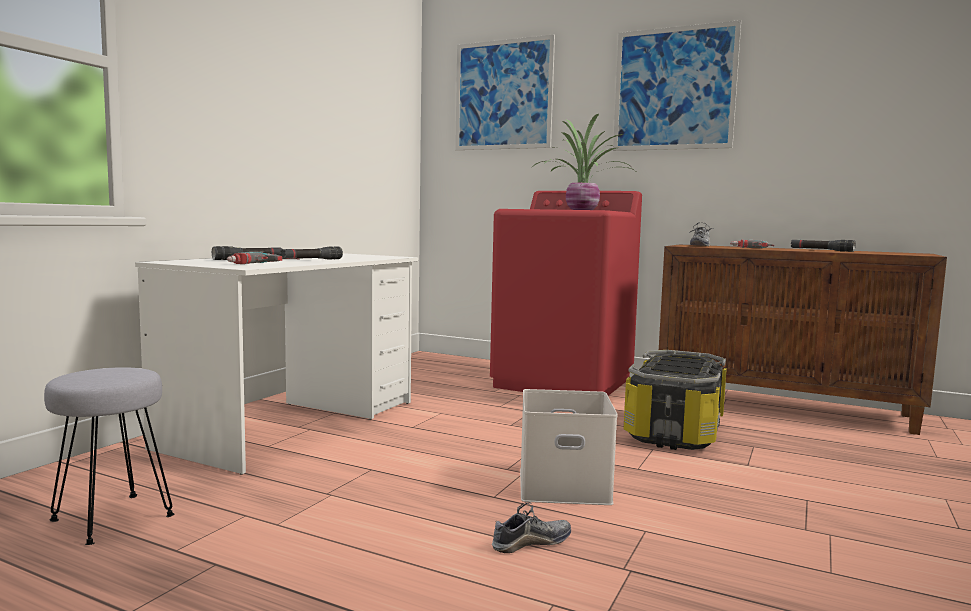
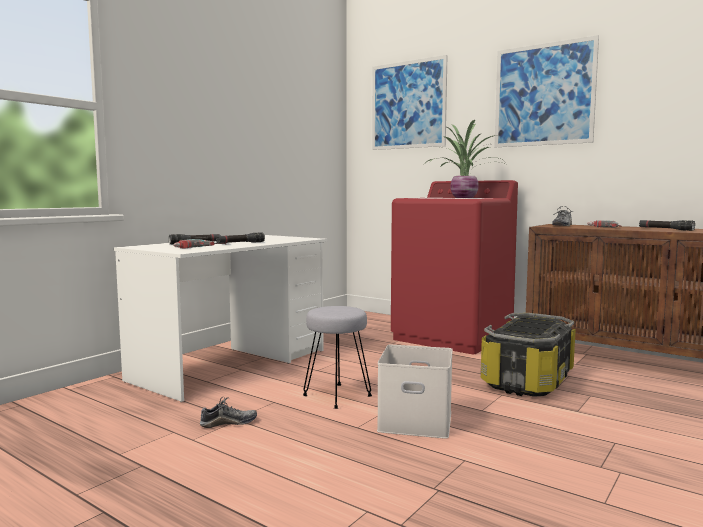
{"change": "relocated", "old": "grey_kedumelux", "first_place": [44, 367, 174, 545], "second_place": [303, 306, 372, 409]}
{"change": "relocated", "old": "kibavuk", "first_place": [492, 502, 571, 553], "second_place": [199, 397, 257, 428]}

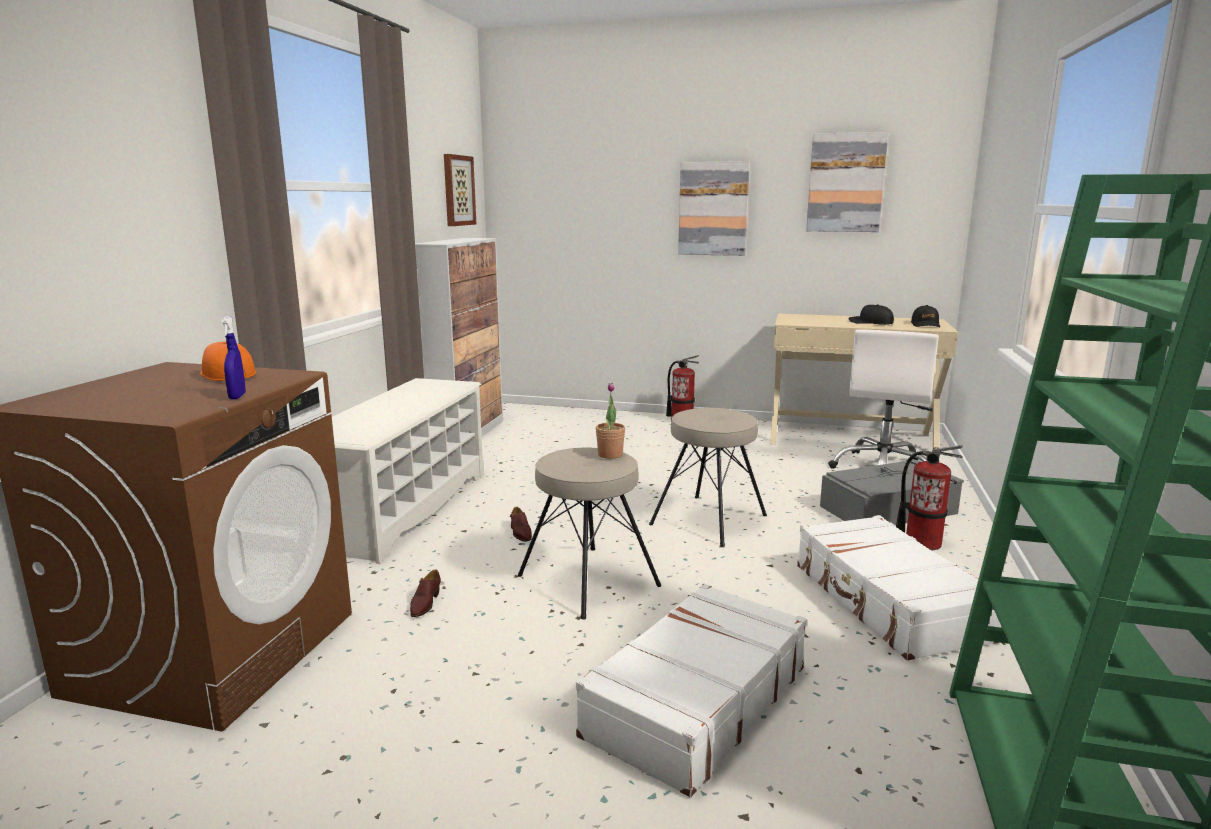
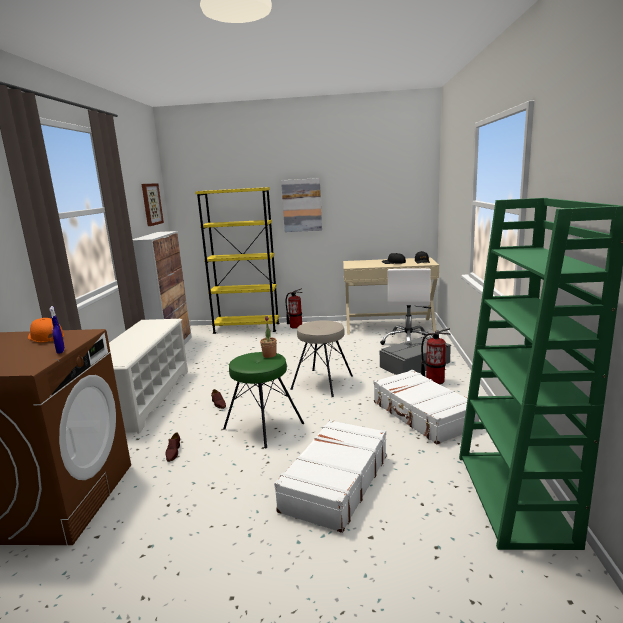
{"change": "colour", "old": "beige_kedumelux", "new": "green_kedumelux", "first_place": [518, 447, 661, 620], "second_place": [223, 352, 304, 448]}
{"change": "missing", "old": "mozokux", "first_place": [806, 132, 889, 232]}
{"change": "appeared", "new": "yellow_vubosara", "second_place": [195, 187, 280, 334]}

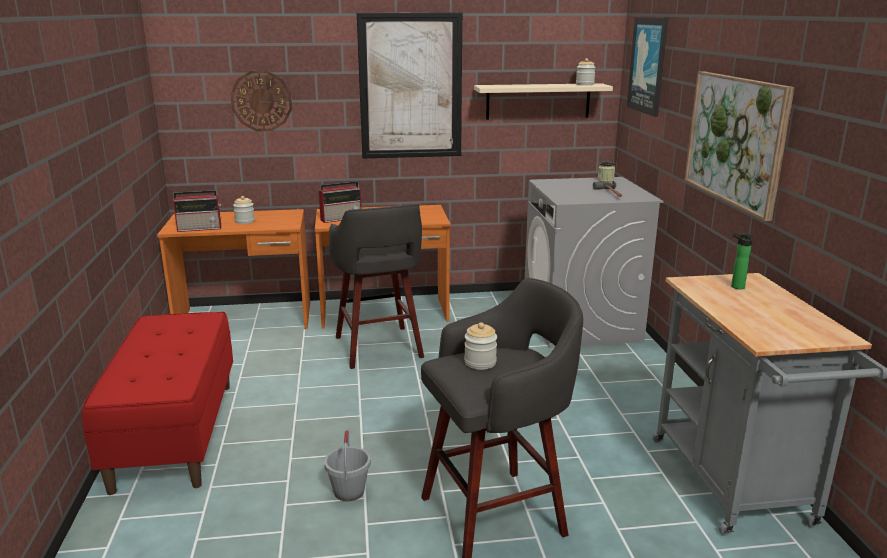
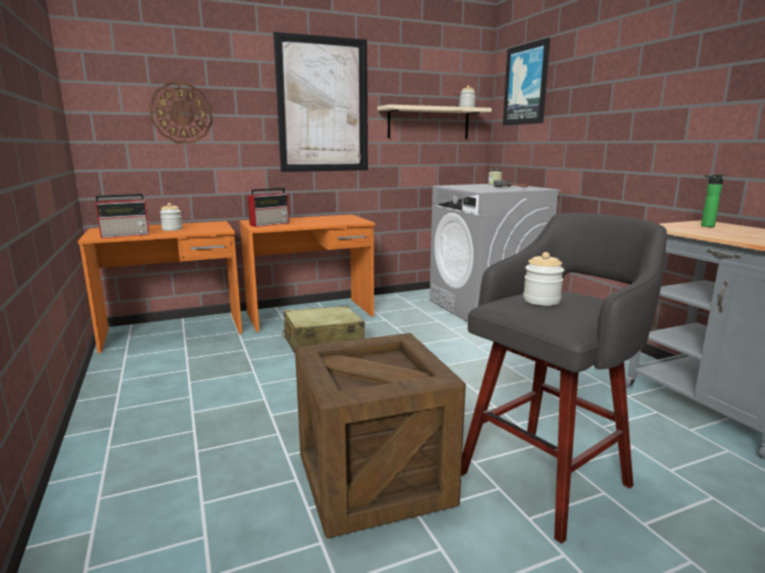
{"change": "missing", "old": "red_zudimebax", "first_place": [82, 312, 233, 495]}
{"change": "exchanged", "old": "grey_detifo", "new": "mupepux", "first_place": [324, 430, 371, 501], "second_place": [295, 333, 466, 538]}
{"change": "exchanged", "old": "grey_kedumelux", "new": "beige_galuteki", "first_place": [329, 204, 424, 369], "second_place": [282, 305, 365, 354]}
{"change": "missing", "old": "mozokux", "first_place": [684, 71, 795, 221]}

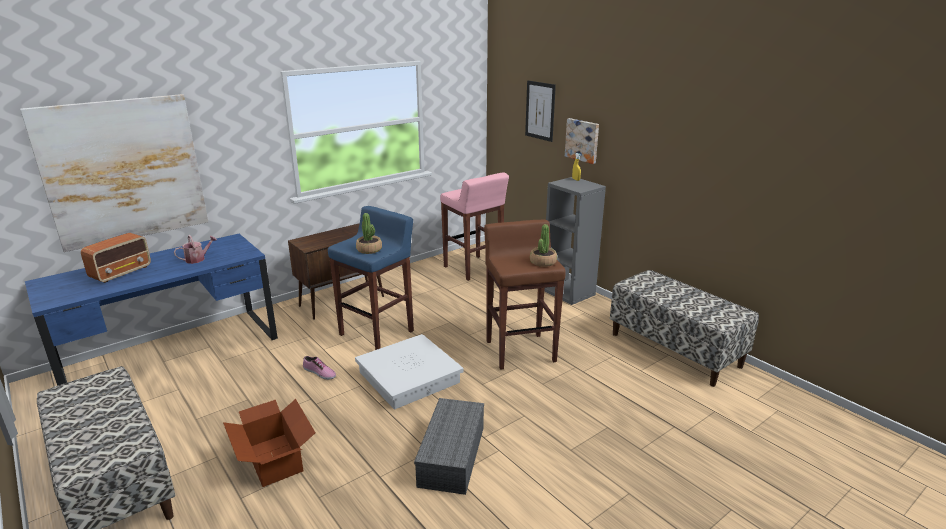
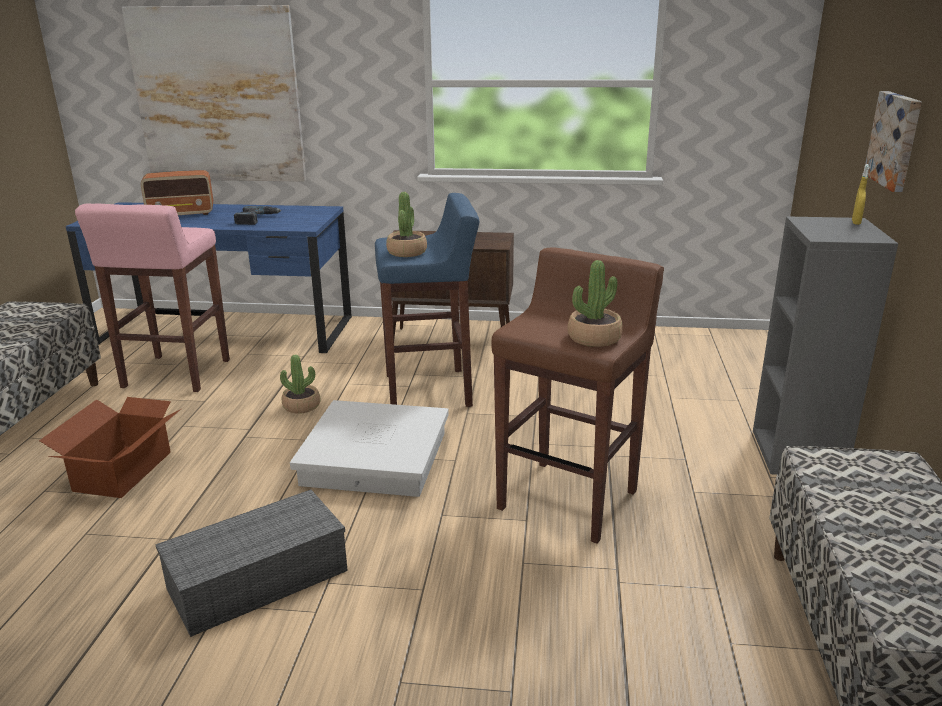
{"change": "exchanged", "old": "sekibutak", "new": "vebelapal", "first_place": [174, 235, 217, 264], "second_place": [234, 206, 282, 225]}
{"change": "exchanged", "old": "kibavuk", "new": "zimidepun", "first_place": [303, 356, 336, 380], "second_place": [280, 355, 320, 414]}
{"change": "relocated", "old": "pink_kedumelux", "first_place": [440, 173, 509, 281], "second_place": [75, 204, 230, 392]}
{"change": "missing", "old": "mozokux", "first_place": [525, 80, 556, 142]}

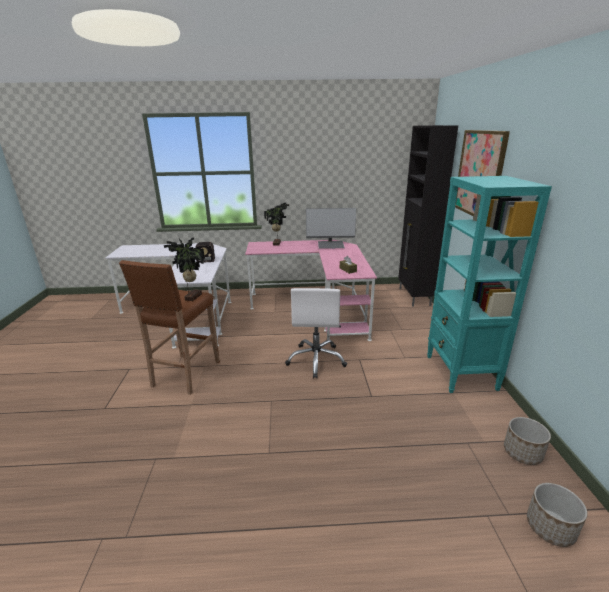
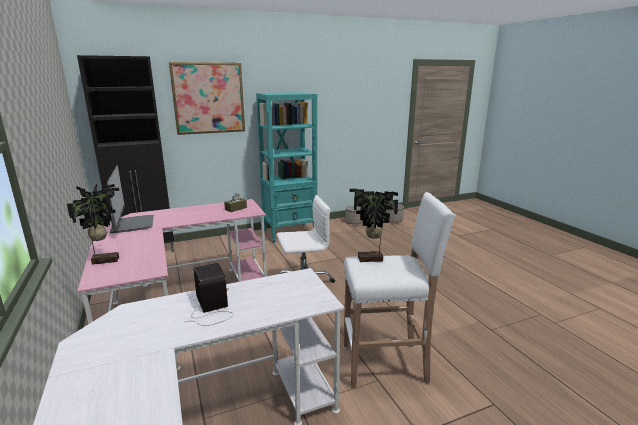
{"change": "colour", "old": "brown_kedumelux", "new": "white_kedumelux", "first_place": [119, 260, 220, 395], "second_place": [344, 192, 456, 388]}

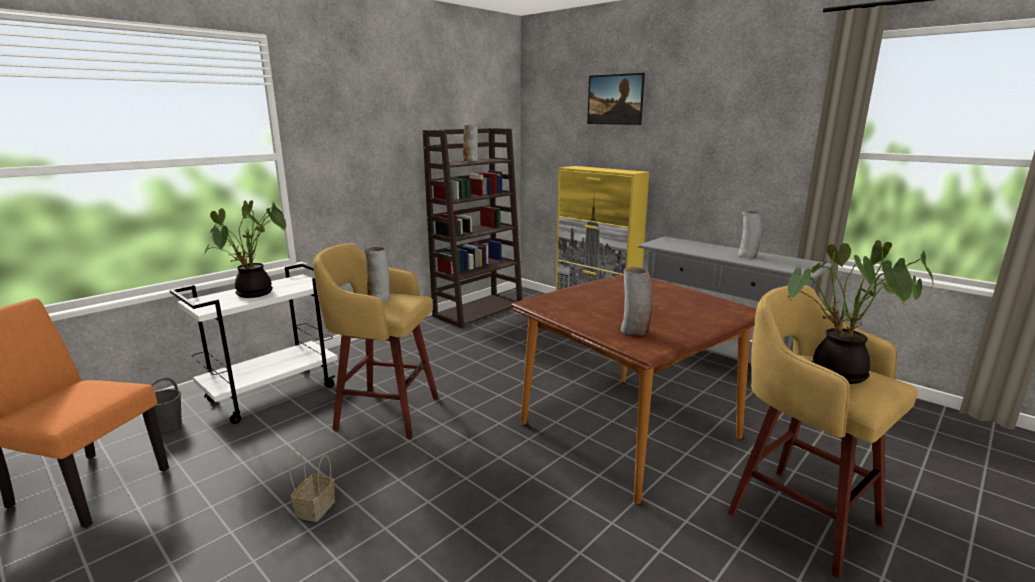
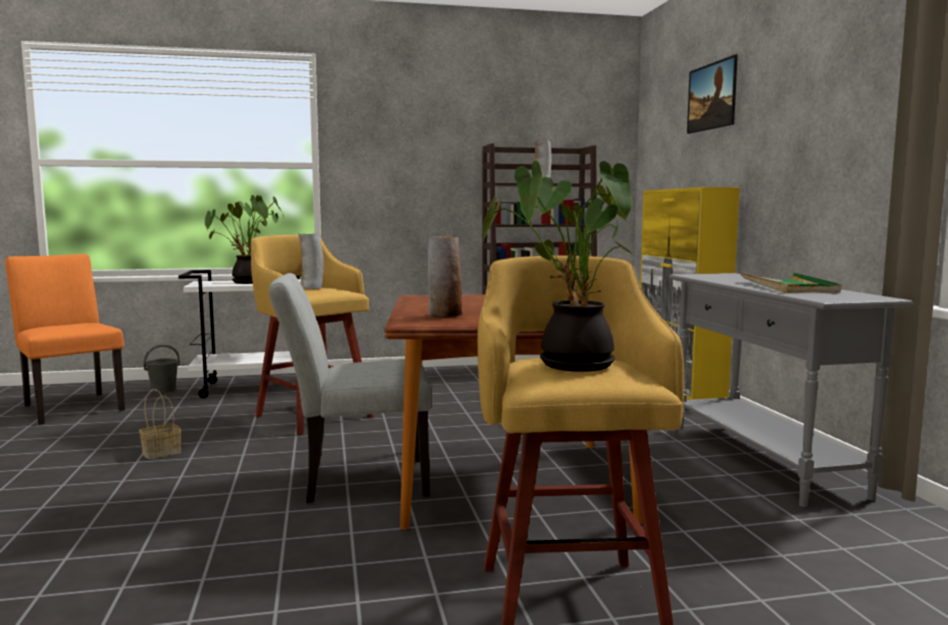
{"change": "exchanged", "old": "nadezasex", "new": "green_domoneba", "first_place": [737, 211, 762, 258], "second_place": [740, 273, 841, 293]}
{"change": "appeared", "new": "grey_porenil", "second_place": [269, 273, 431, 503]}

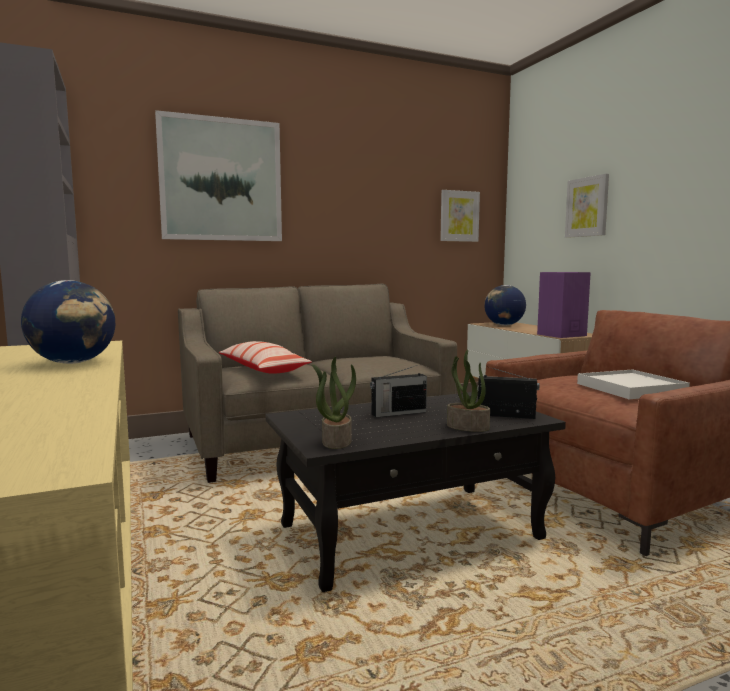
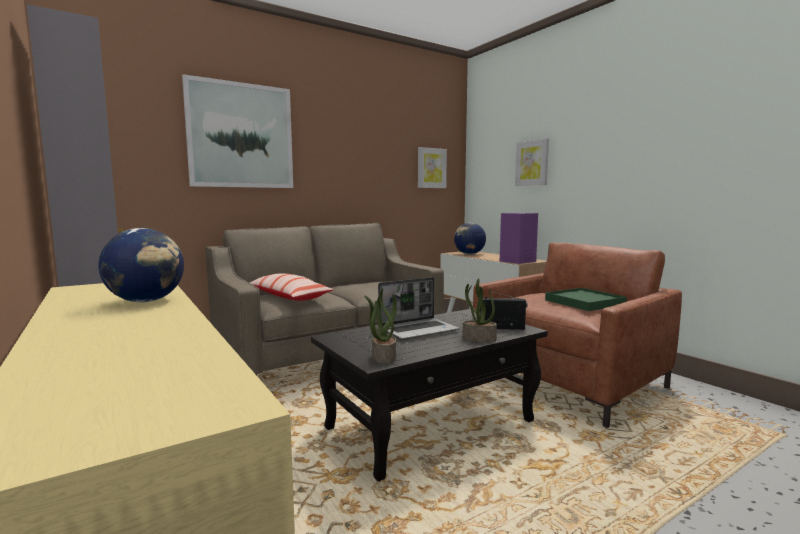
{"change": "exchanged", "old": "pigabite", "new": "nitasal", "first_place": [370, 365, 427, 417], "second_place": [378, 277, 459, 340]}
{"change": "colour", "old": "white_domoneba", "new": "green_domoneba", "first_place": [577, 370, 690, 399], "second_place": [545, 288, 627, 311]}

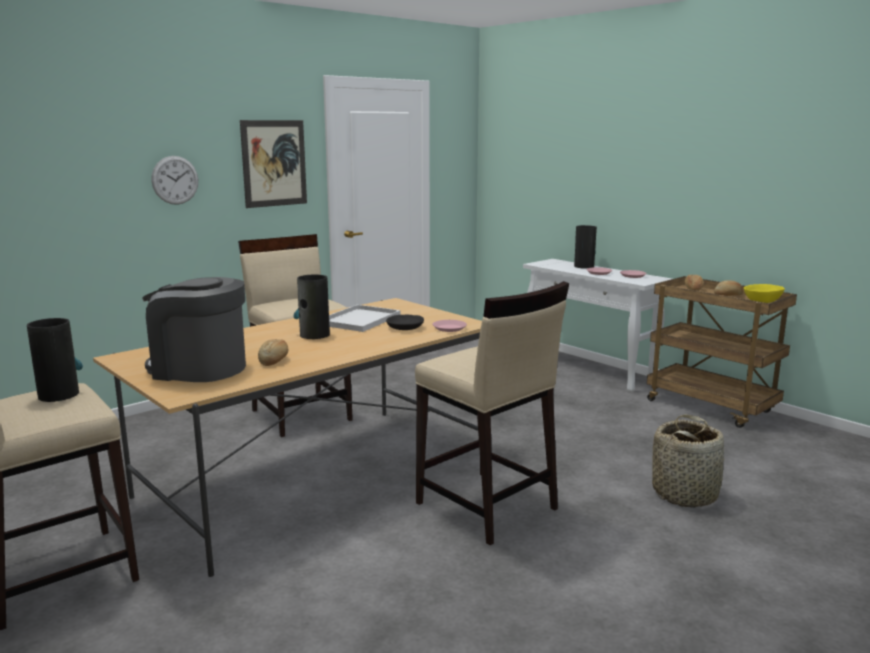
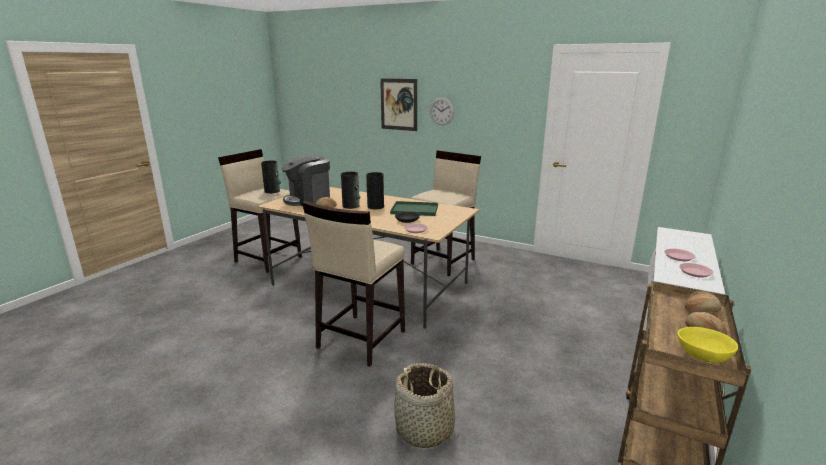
{"change": "spun", "old": "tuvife", "first_place": [142, 277, 246, 382], "second_place": [281, 156, 330, 206], "degrees": -120}
{"change": "relocated", "old": "mozokux", "first_place": [240, 120, 307, 208], "second_place": [380, 78, 417, 131]}
{"change": "colour", "old": "white_domoneba", "new": "green_domoneba", "first_place": [329, 305, 400, 332], "second_place": [390, 201, 438, 216]}
{"change": "relocated", "old": "nadezasex", "first_place": [574, 225, 597, 269], "second_place": [341, 172, 360, 209]}

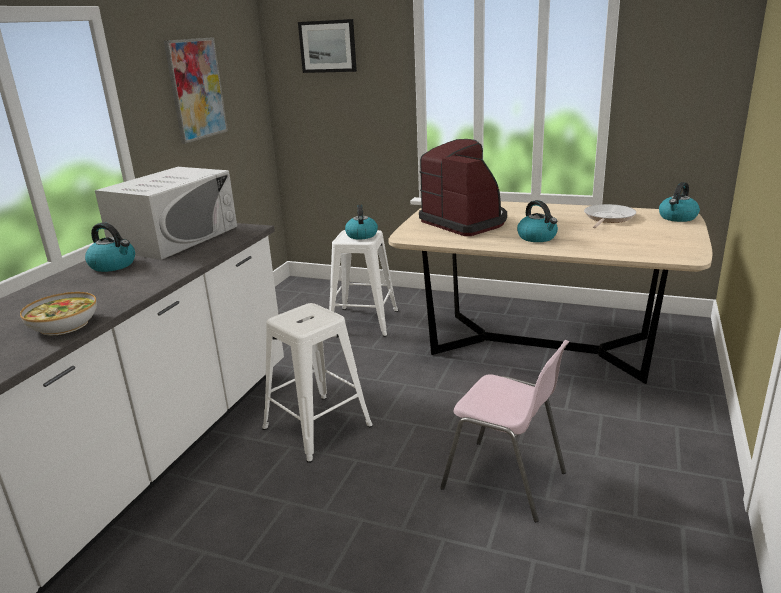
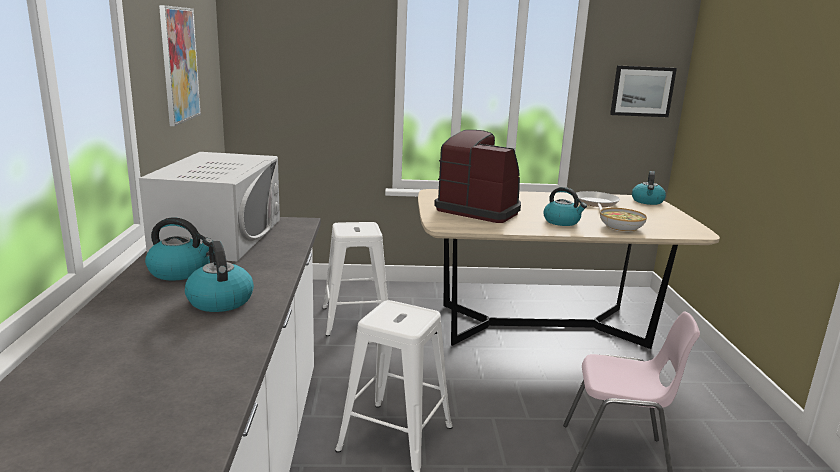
{"change": "relocated", "old": "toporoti", "first_place": [20, 292, 97, 336], "second_place": [600, 208, 647, 232]}
{"change": "relocated", "old": "mozokux", "first_place": [298, 19, 357, 73], "second_place": [610, 65, 677, 117]}
{"change": "relocated", "old": "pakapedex", "first_place": [345, 205, 378, 240], "second_place": [185, 241, 254, 312]}

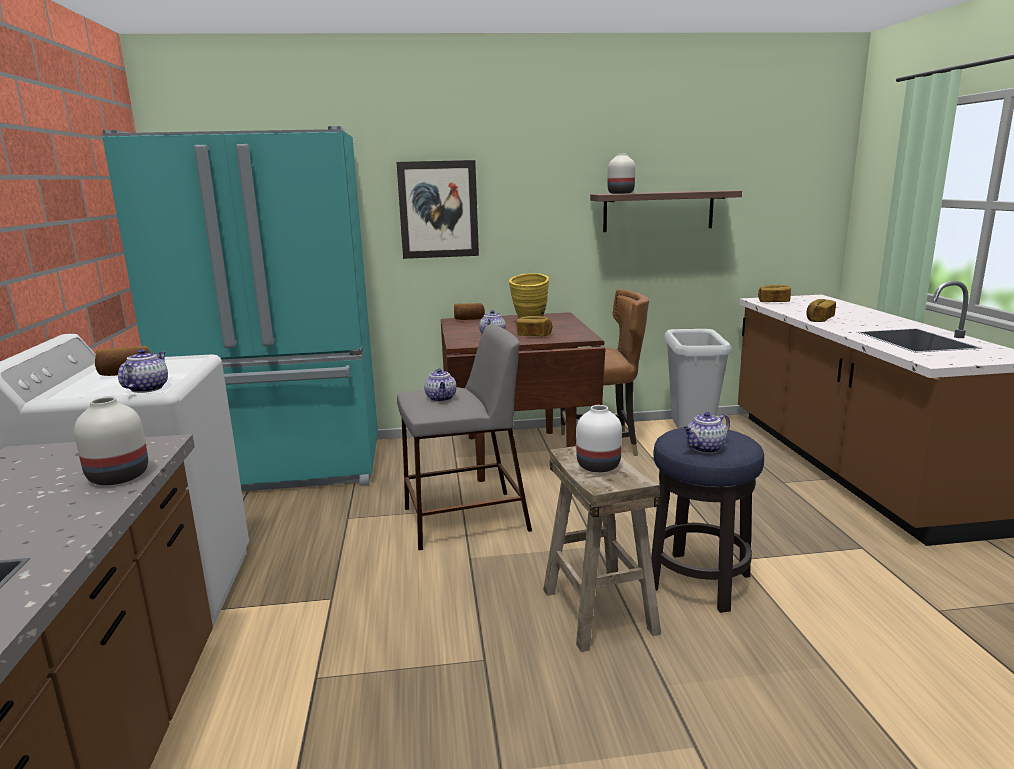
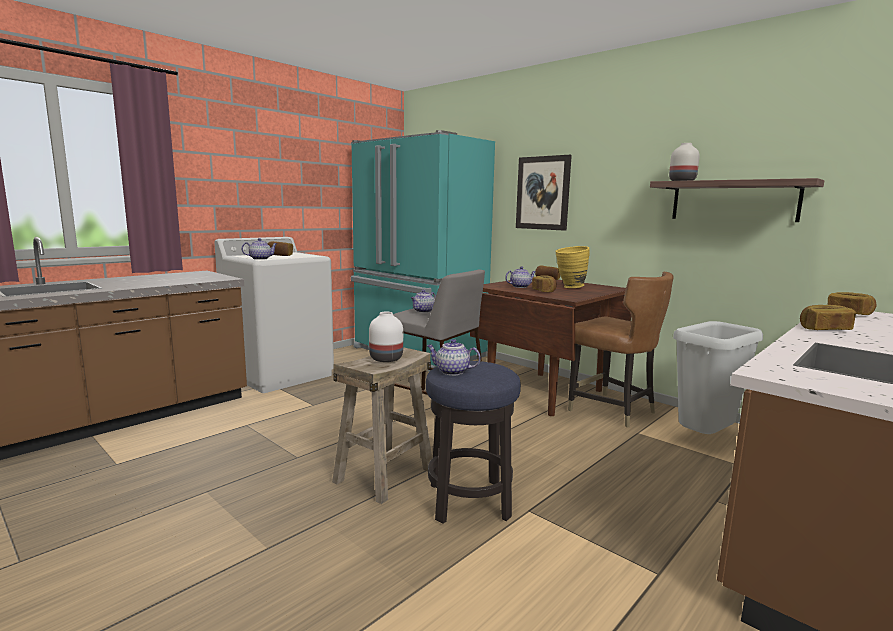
{"change": "missing", "old": "white_nadezasex", "first_place": [74, 397, 148, 485]}

